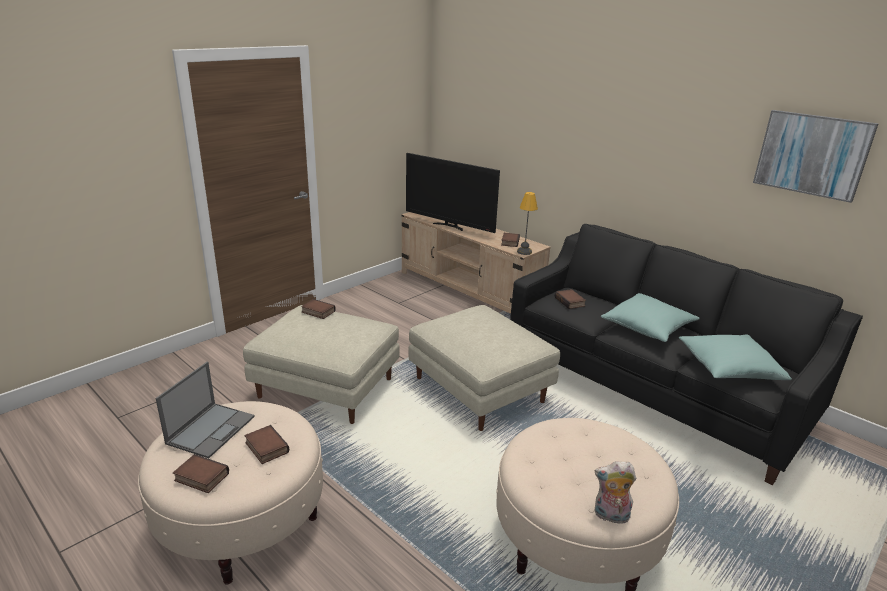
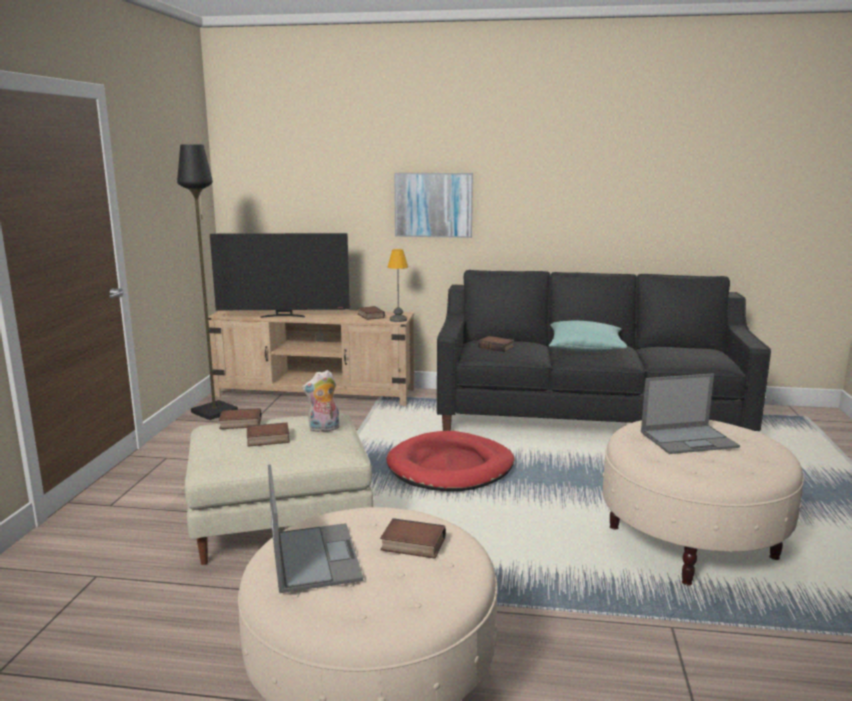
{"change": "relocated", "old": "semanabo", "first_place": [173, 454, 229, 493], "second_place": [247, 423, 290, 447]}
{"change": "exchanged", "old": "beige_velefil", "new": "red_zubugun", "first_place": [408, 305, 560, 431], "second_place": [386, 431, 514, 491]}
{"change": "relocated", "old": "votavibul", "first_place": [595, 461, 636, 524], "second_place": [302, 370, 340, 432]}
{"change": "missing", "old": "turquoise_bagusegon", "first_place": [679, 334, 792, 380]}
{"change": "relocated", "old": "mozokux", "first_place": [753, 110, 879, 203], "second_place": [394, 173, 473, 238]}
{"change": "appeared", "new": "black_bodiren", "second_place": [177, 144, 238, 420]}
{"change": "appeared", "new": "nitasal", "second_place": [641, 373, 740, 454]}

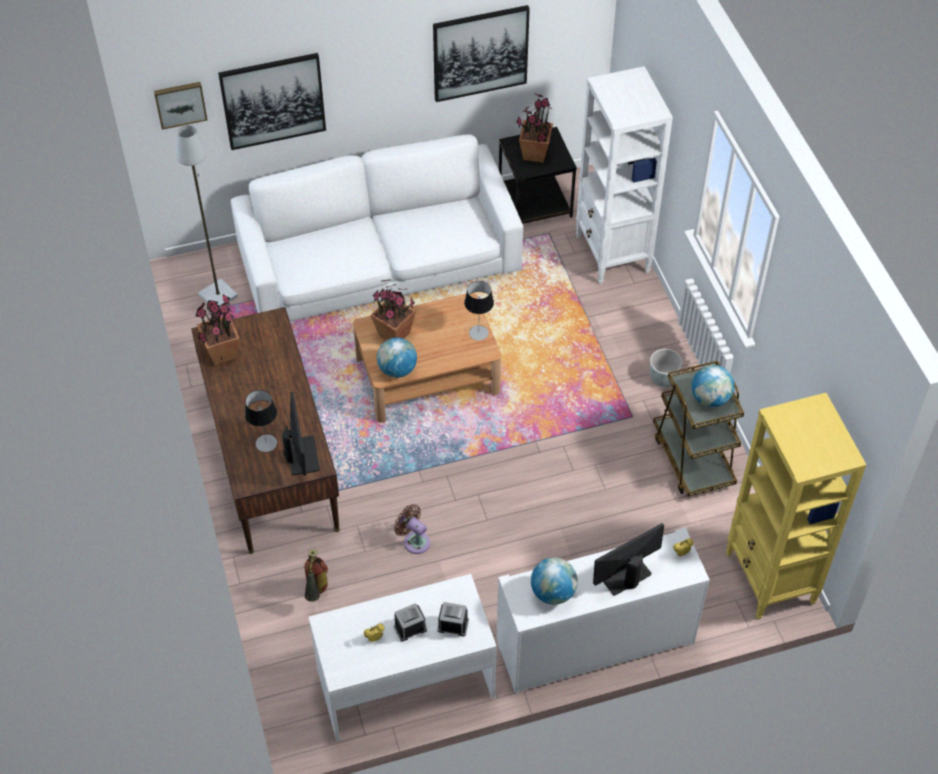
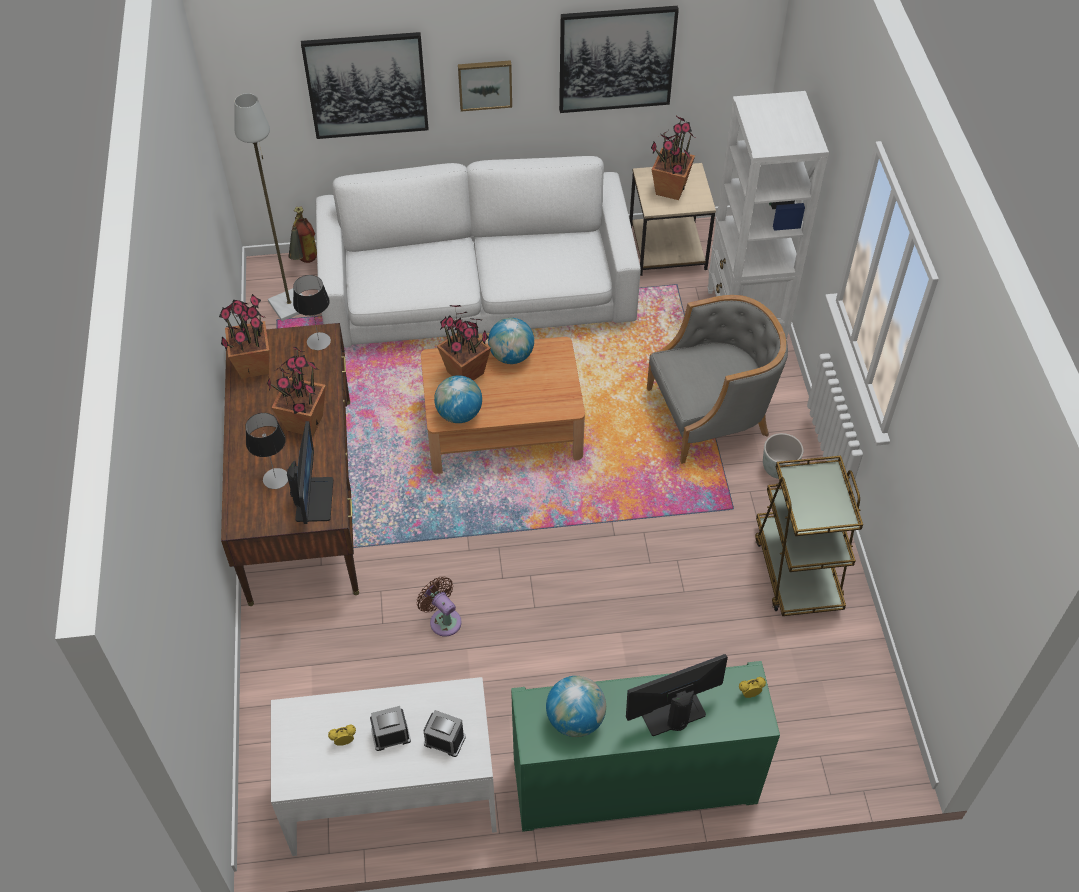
{"change": "relocated", "old": "mozokux", "first_place": [154, 82, 207, 130], "second_place": [458, 60, 512, 112]}
{"change": "relocated", "old": "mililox", "first_place": [304, 549, 328, 602], "second_place": [289, 206, 317, 263]}
{"change": "relocated", "old": "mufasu", "first_place": [464, 281, 494, 341], "second_place": [293, 275, 331, 350]}
{"change": "colour", "old": "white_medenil", "new": "green_medenil", "first_place": [497, 528, 710, 694], "second_place": [511, 661, 780, 832]}
{"change": "colour", "old": "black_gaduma", "new": "beige_gaduma", "first_place": [499, 127, 577, 224], "second_place": [630, 163, 716, 276]}
{"change": "relocated", "old": "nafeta", "first_place": [691, 365, 734, 407], "second_place": [488, 318, 534, 364]}
{"change": "missing", "old": "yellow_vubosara", "first_place": [726, 393, 866, 620]}
{"change": "appeared", "new": "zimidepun", "second_place": [267, 347, 326, 437]}
{"change": "appeared", "new": "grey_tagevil", "second_place": [647, 295, 788, 464]}

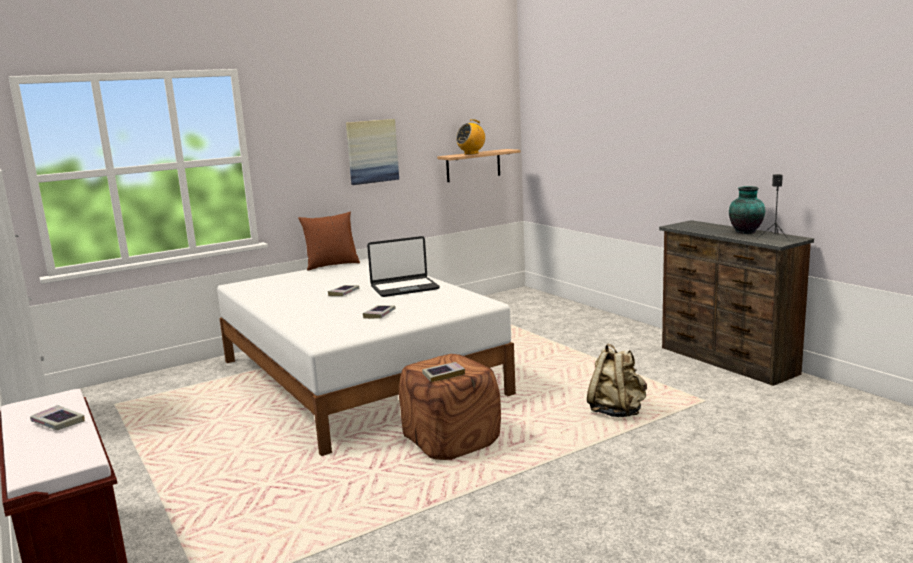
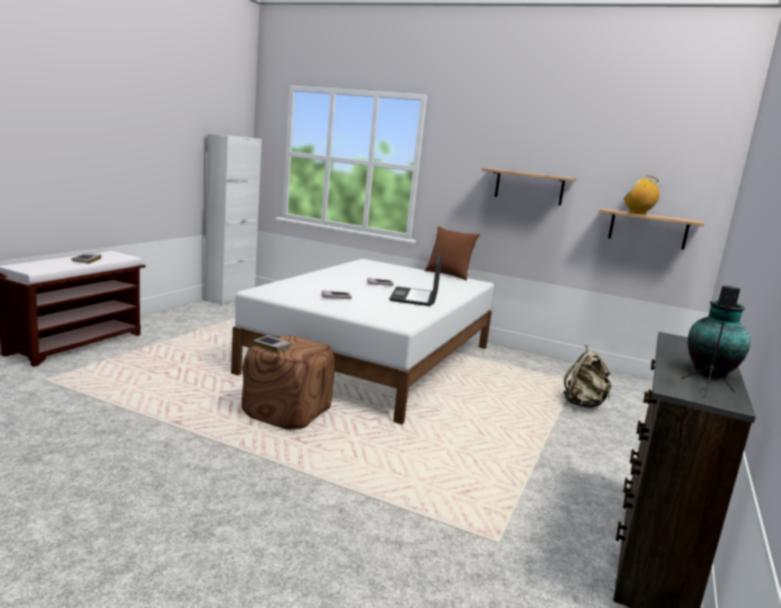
{"change": "exchanged", "old": "mozokux", "new": "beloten", "first_place": [346, 119, 399, 185], "second_place": [482, 168, 577, 205]}
{"change": "spun", "old": "nitasal", "first_place": [367, 236, 440, 297], "second_place": [389, 254, 442, 306], "degrees": 60}
{"change": "relocated", "old": "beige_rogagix", "first_place": [587, 344, 647, 417], "second_place": [563, 345, 611, 408]}

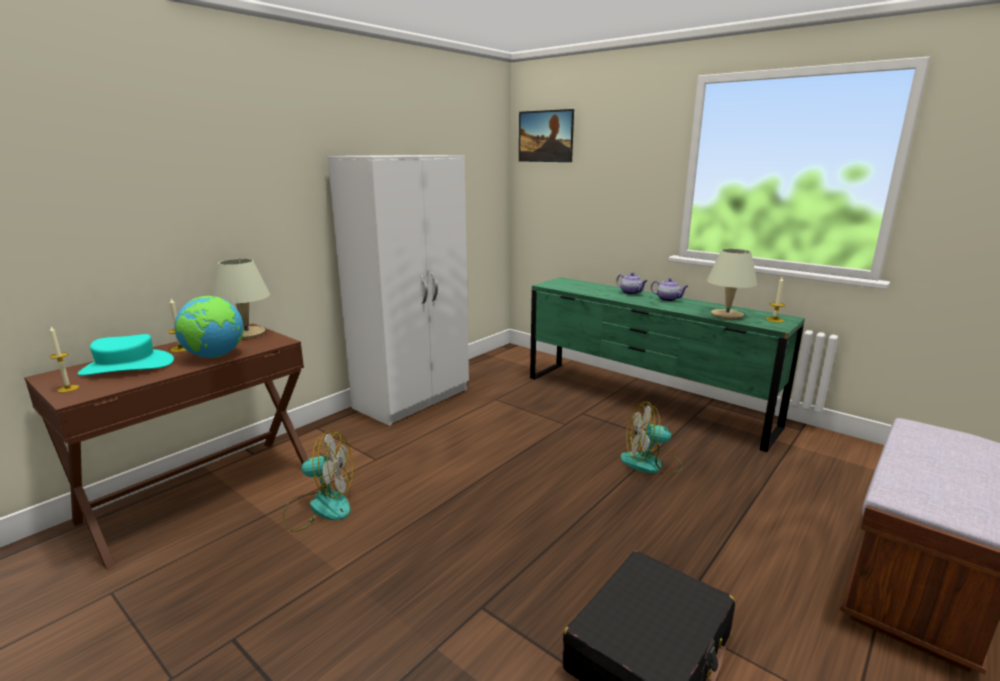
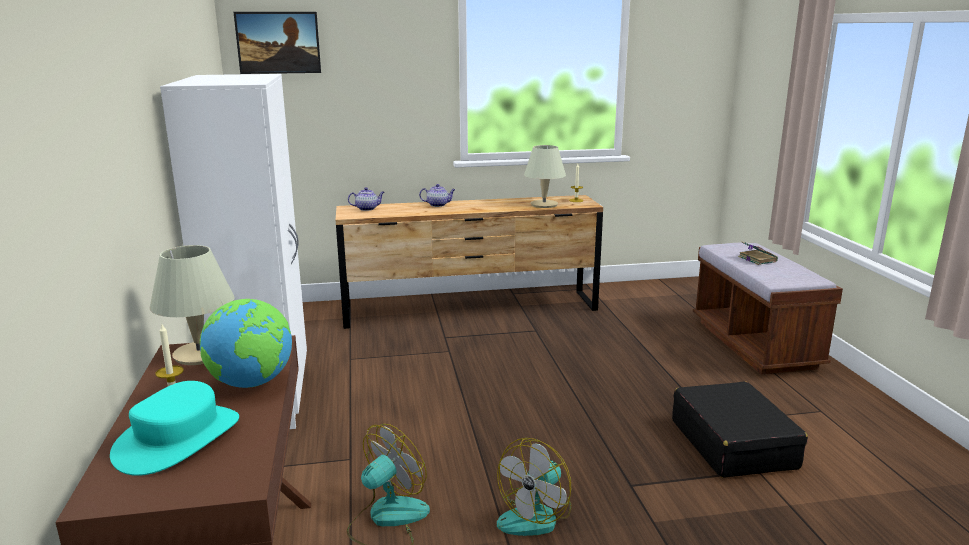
{"change": "missing", "old": "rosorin", "first_place": [49, 327, 79, 393]}
{"change": "colour", "old": "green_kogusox", "new": "brown_kogusox", "first_place": [530, 277, 805, 452], "second_place": [336, 195, 603, 329]}
{"change": "relocated", "old": "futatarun", "first_place": [620, 402, 683, 474], "second_place": [497, 438, 572, 536]}
{"change": "relocated", "old": "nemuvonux", "first_place": [651, 278, 688, 302], "second_place": [348, 187, 384, 211]}
{"change": "appeared", "new": "semanabo", "second_place": [738, 242, 778, 265]}

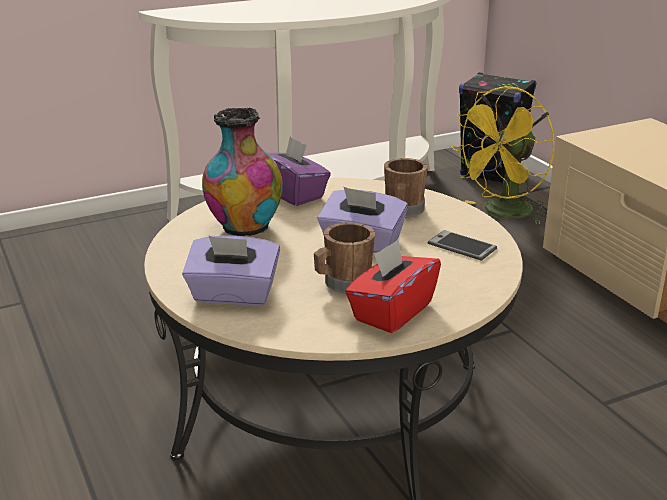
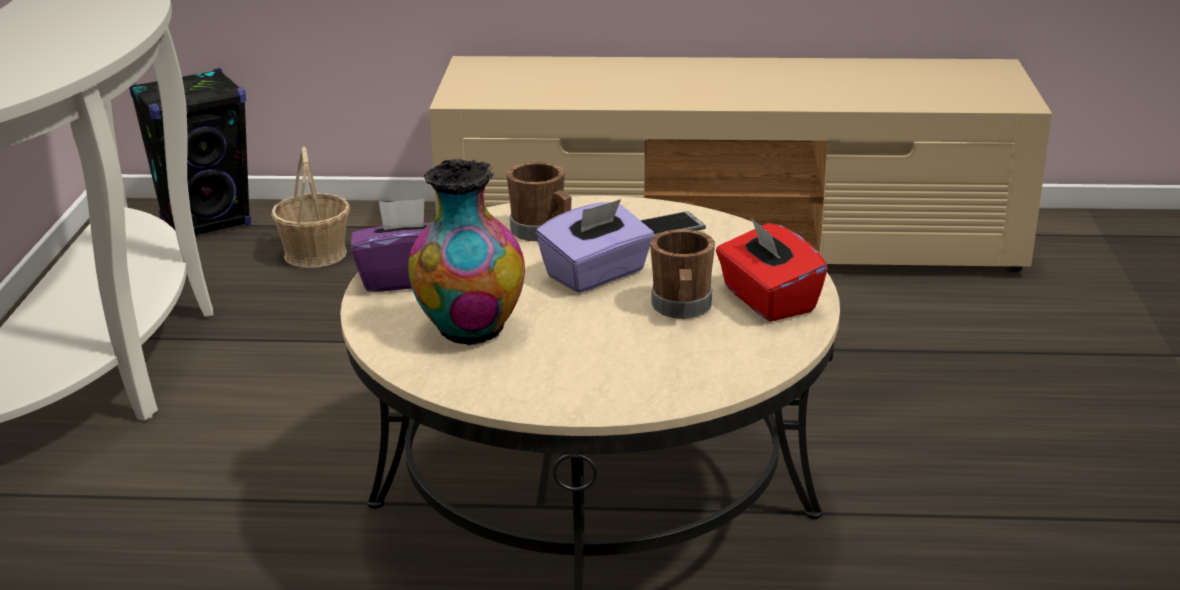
{"change": "missing", "old": "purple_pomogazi", "first_place": [182, 236, 280, 306]}
{"change": "exchanged", "old": "yellow_futatarun", "new": "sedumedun", "first_place": [451, 86, 555, 224], "second_place": [271, 147, 350, 268]}

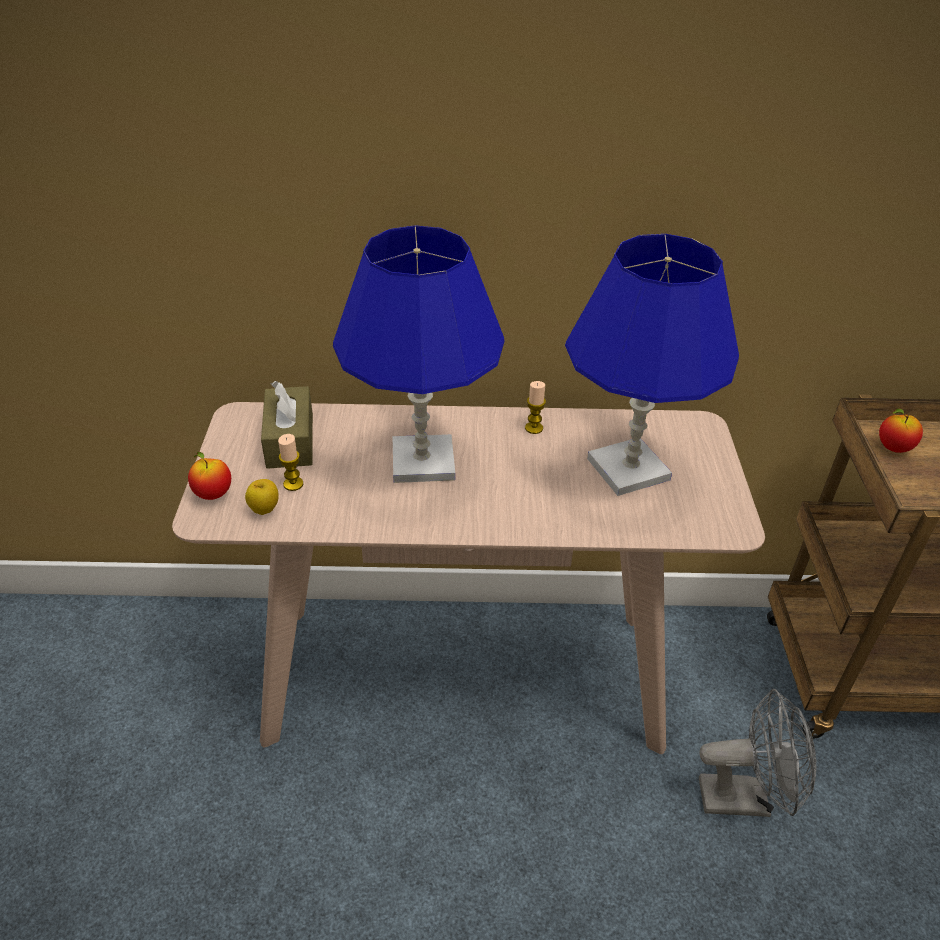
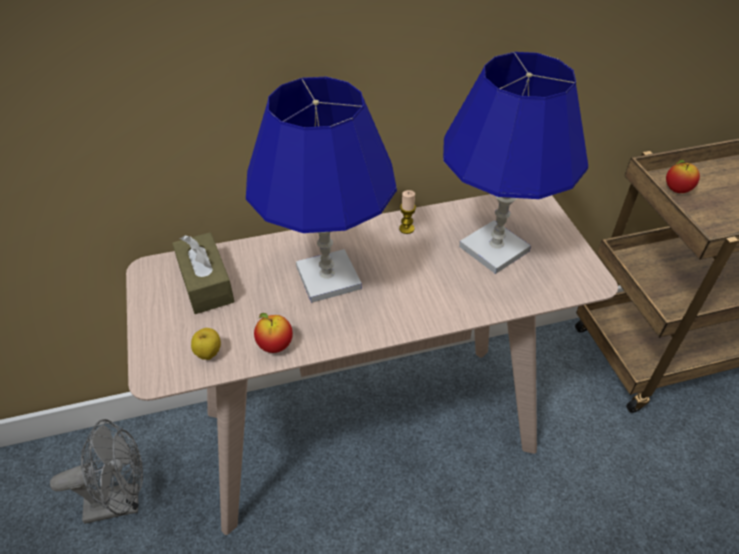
{"change": "relocated", "old": "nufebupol", "first_place": [188, 452, 231, 500], "second_place": [254, 313, 293, 353]}
{"change": "missing", "old": "rosorin", "first_place": [278, 434, 303, 491]}
{"change": "relocated", "old": "grey_futatarun", "first_place": [699, 689, 816, 817], "second_place": [50, 419, 143, 524]}

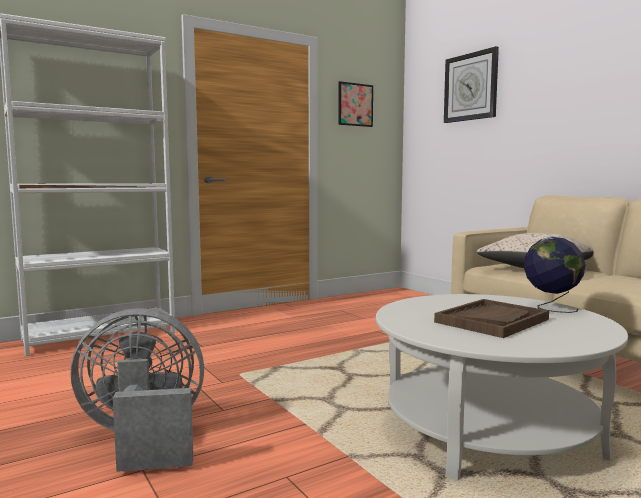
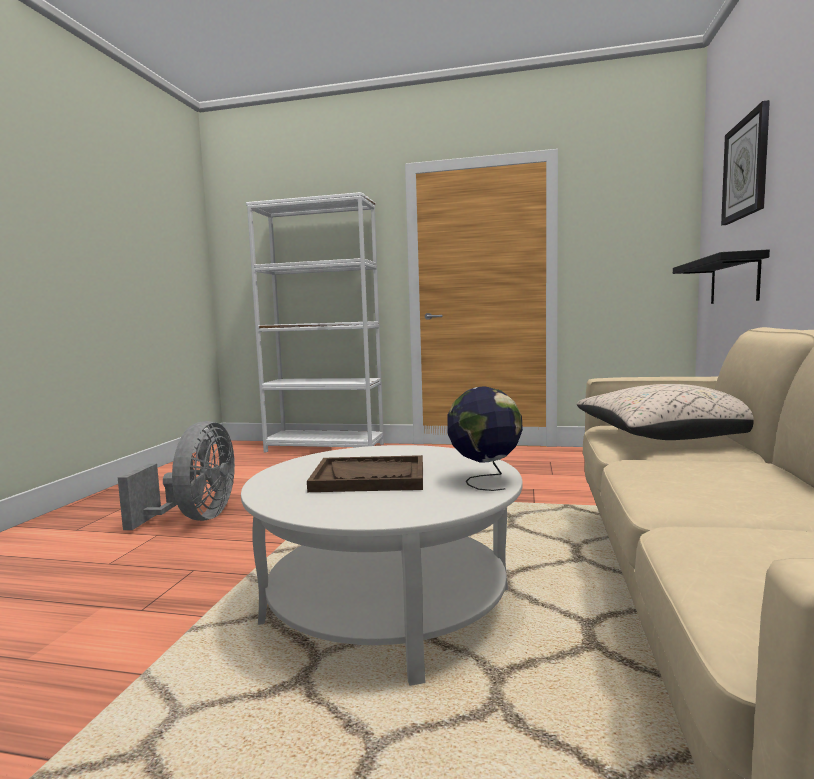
{"change": "spun", "old": "grey_futatarun", "first_place": [70, 308, 204, 472], "second_place": [118, 421, 235, 530], "degrees": 60}
{"change": "missing", "old": "mozokux", "first_place": [338, 81, 373, 127]}
{"change": "appeared", "new": "black_beloten", "second_place": [673, 249, 770, 304]}

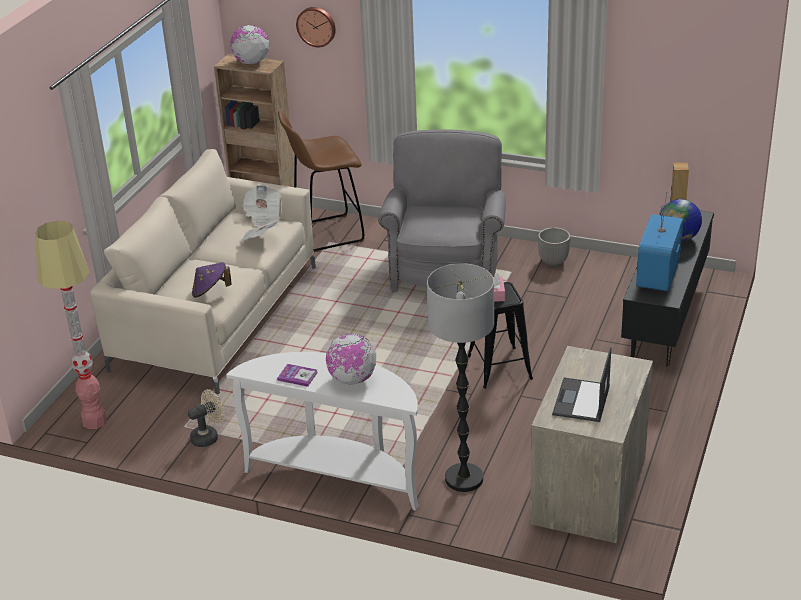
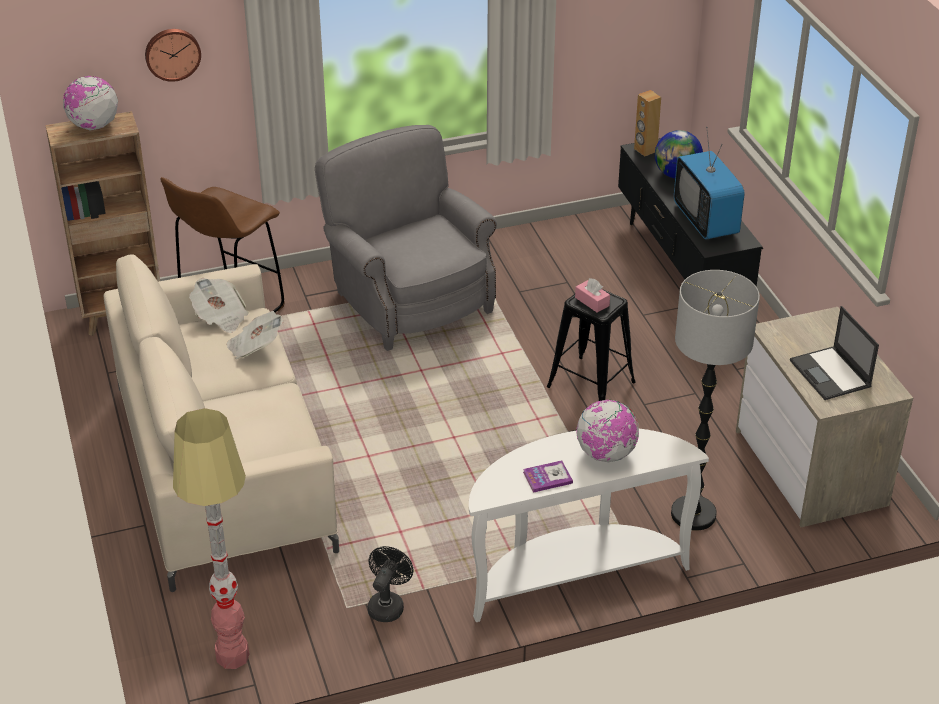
{"change": "colour", "old": "beige_futatarun", "new": "black_futatarun", "first_place": [188, 389, 223, 447], "second_place": [368, 546, 414, 622]}
{"change": "missing", "old": "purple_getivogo", "first_place": [192, 262, 232, 298]}
{"change": "missing", "old": "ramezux", "first_place": [538, 227, 571, 266]}

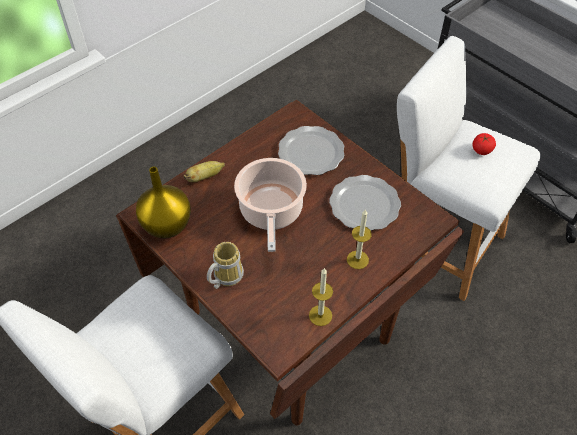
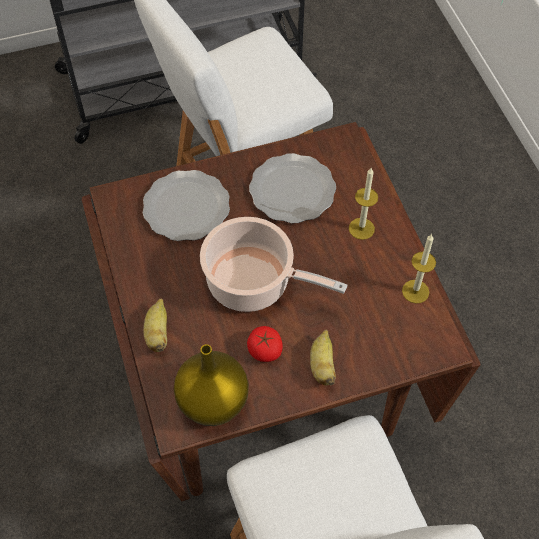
{"change": "exchanged", "old": "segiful", "new": "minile", "first_place": [207, 242, 244, 289], "second_place": [310, 330, 336, 386]}
{"change": "relocated", "old": "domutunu", "first_place": [473, 133, 496, 155], "second_place": [247, 326, 283, 362]}

